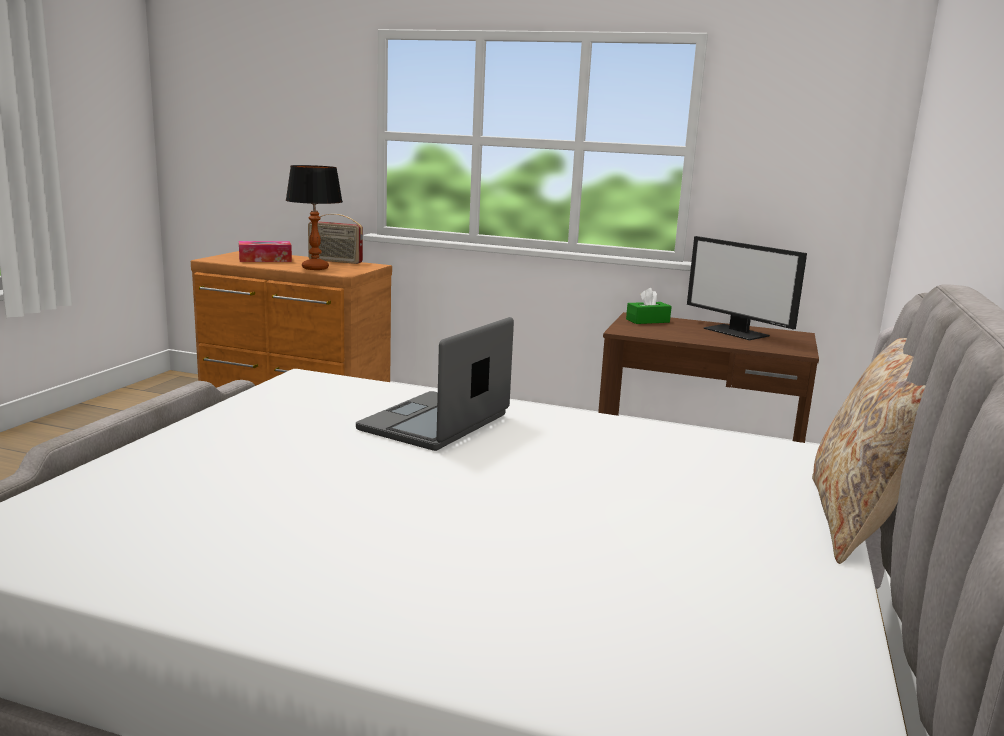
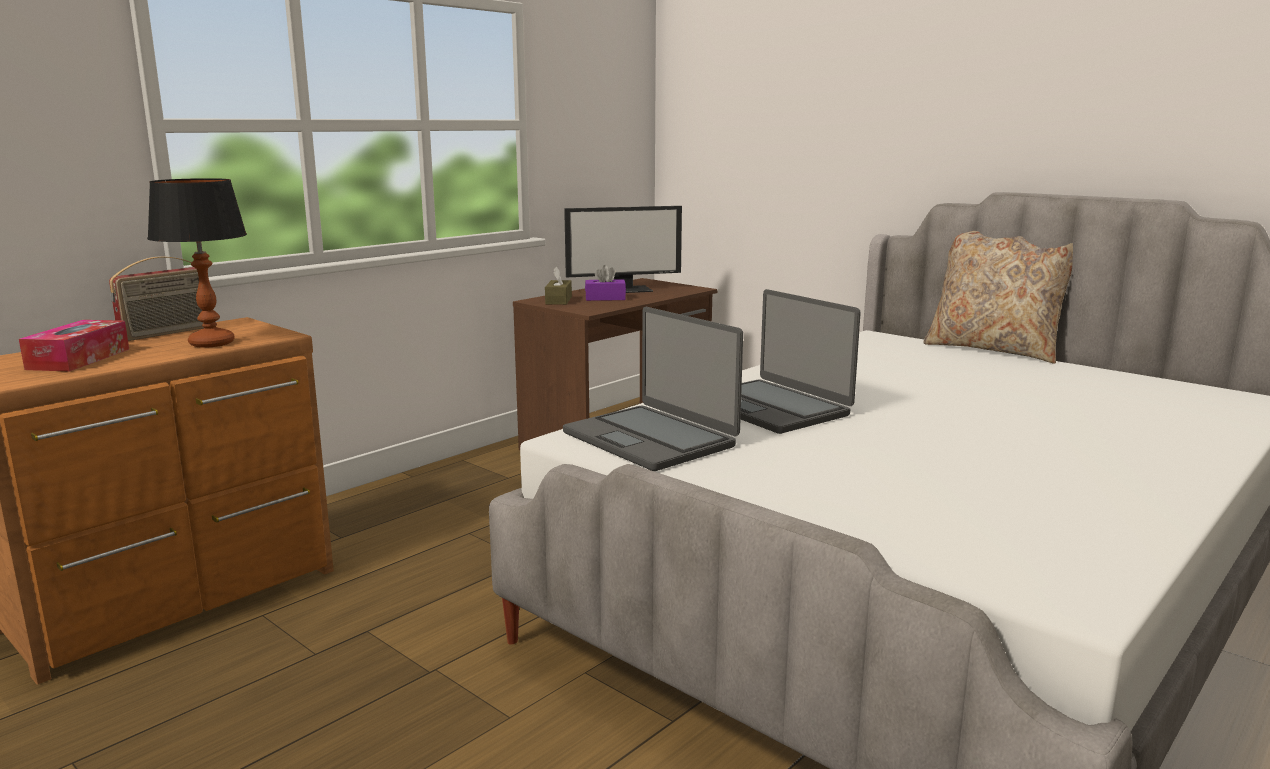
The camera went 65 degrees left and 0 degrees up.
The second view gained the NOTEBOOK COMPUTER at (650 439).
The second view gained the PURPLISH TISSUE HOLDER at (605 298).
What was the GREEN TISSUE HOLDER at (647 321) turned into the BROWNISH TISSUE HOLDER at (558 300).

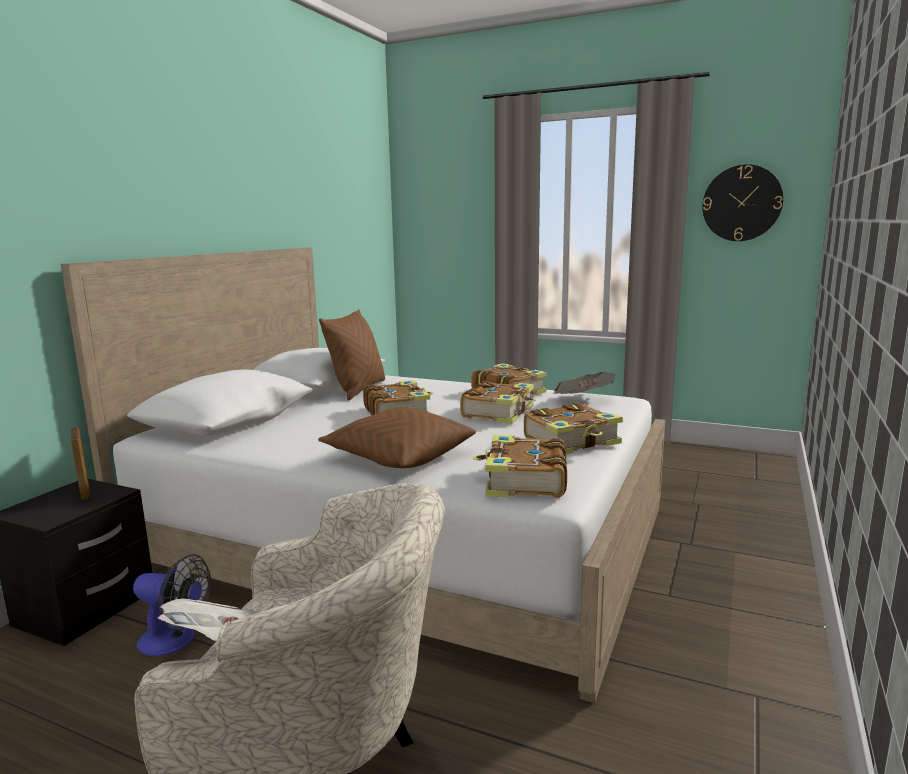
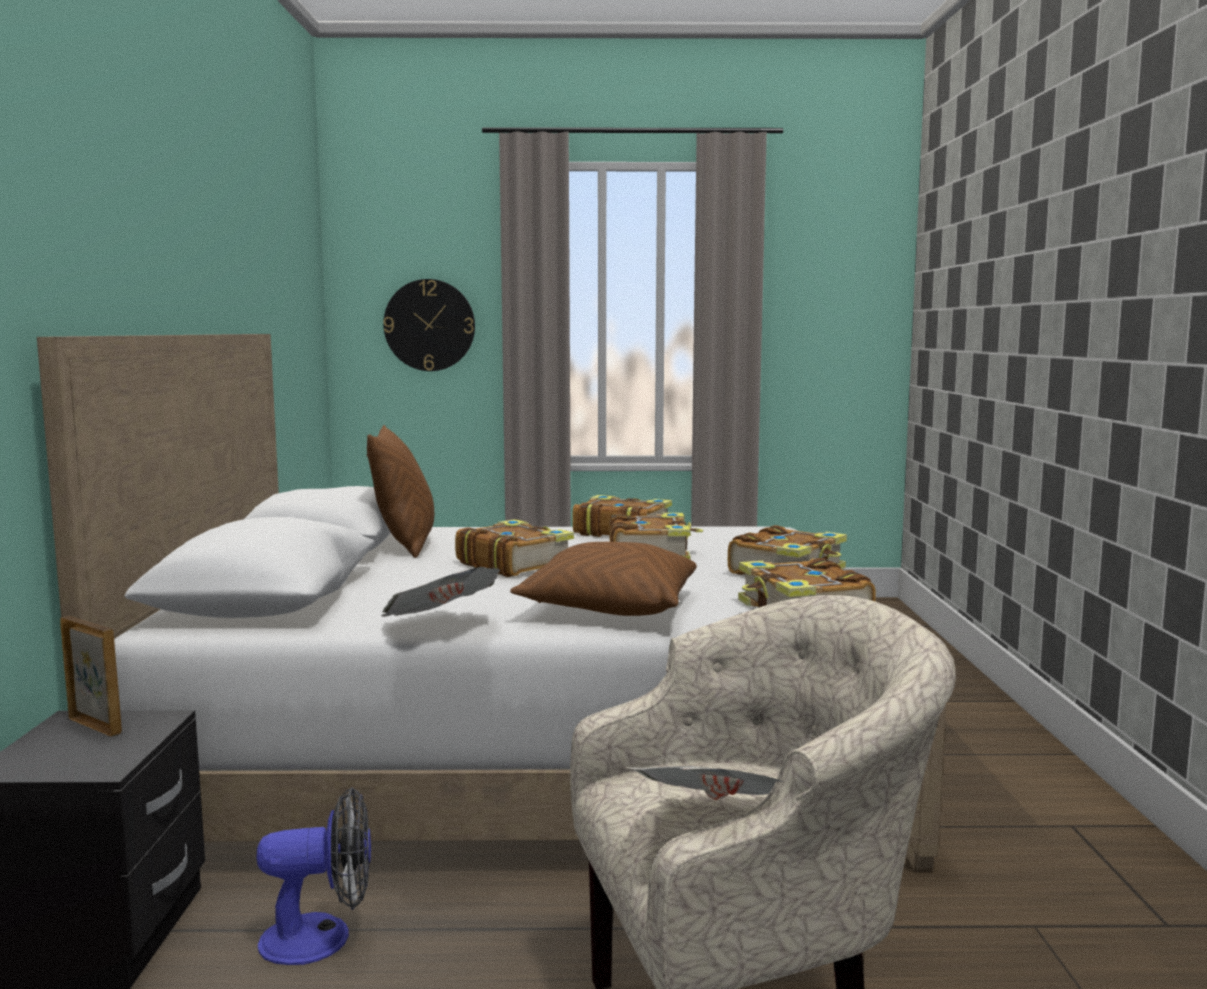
The camera went 25 degrees left and 5 degrees down.
The NEWSPAPER ended up elsewhere, having gone from (583 400) to (440 625).
The CLOCK ON THE WALL ended up elsewhere, having gone from (741 203) to (429 325).

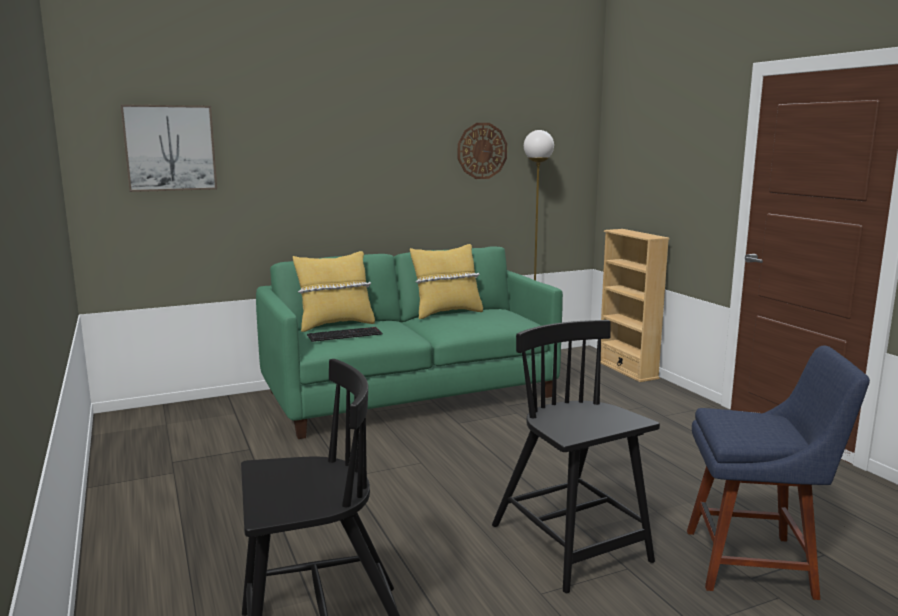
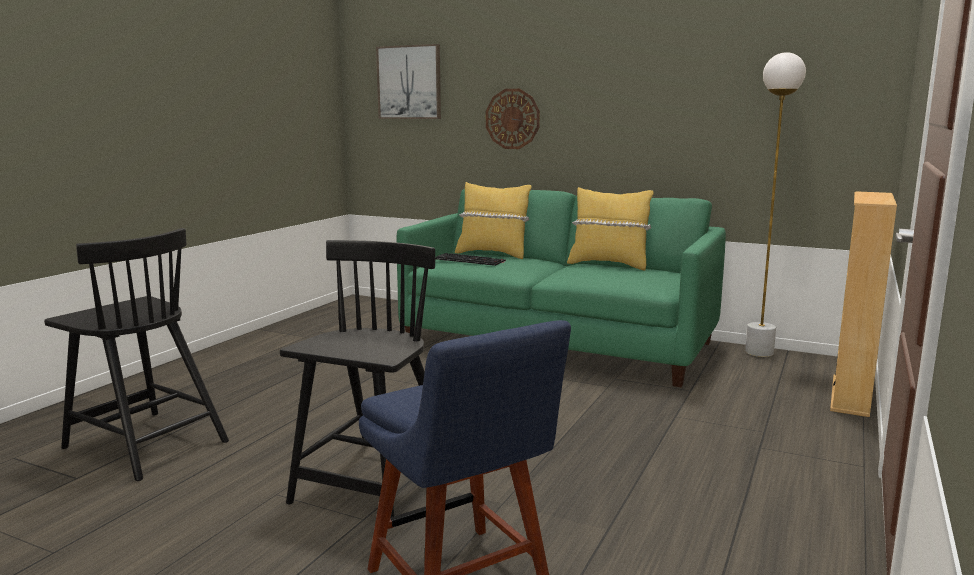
The camera went 50 degrees right and 0 degrees up.
The CLOCK ON THE WALL ended up elsewhere, having gone from (482 151) to (512 119).

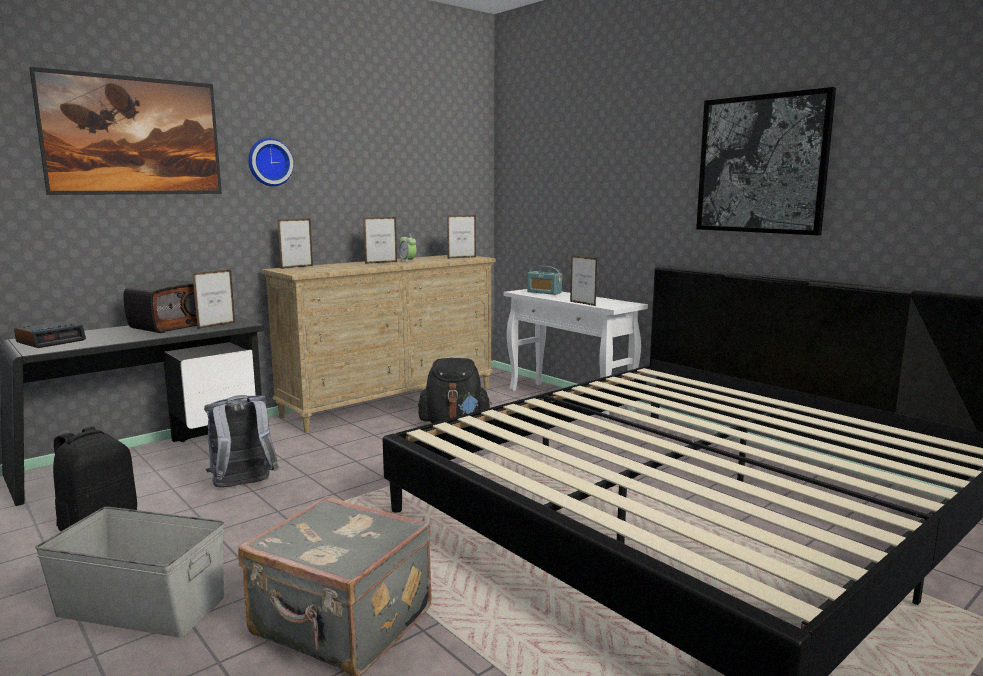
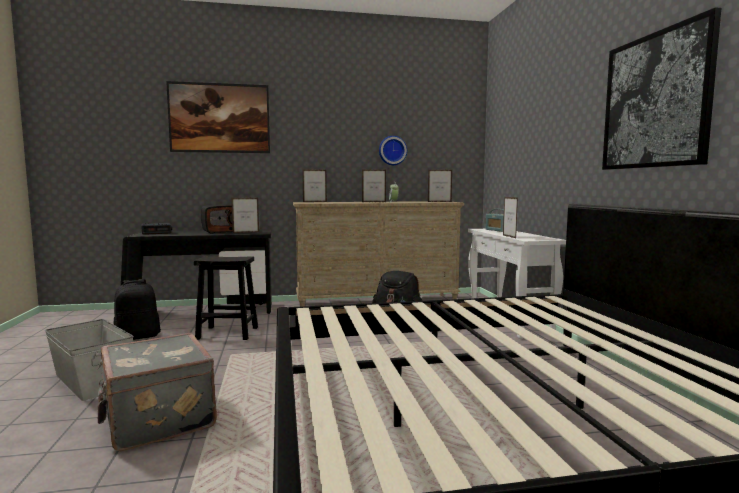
The camera went 30 degrees right and 5 degrees down.
The CLOCK ON THE WALL ended up elsewhere, having gone from (269 162) to (392 150).
Where the GREYISH RUCKSACK stood at (243 486), the BLACKISH SITTING STOOL came to stand at (226 333).

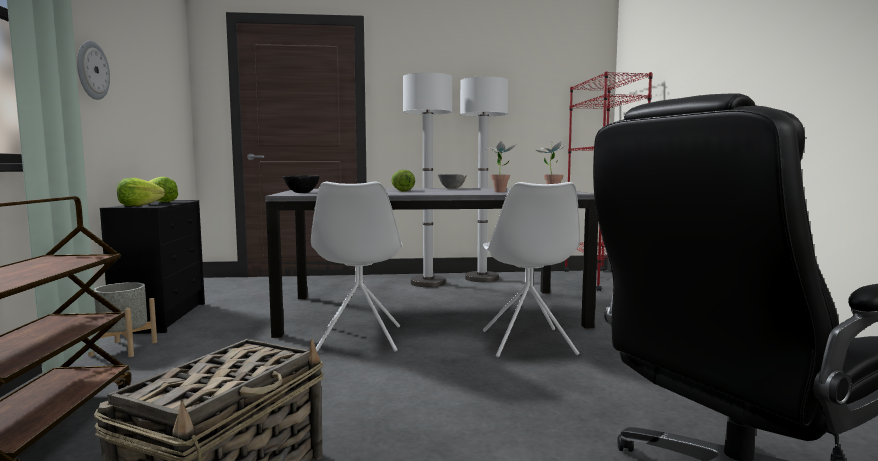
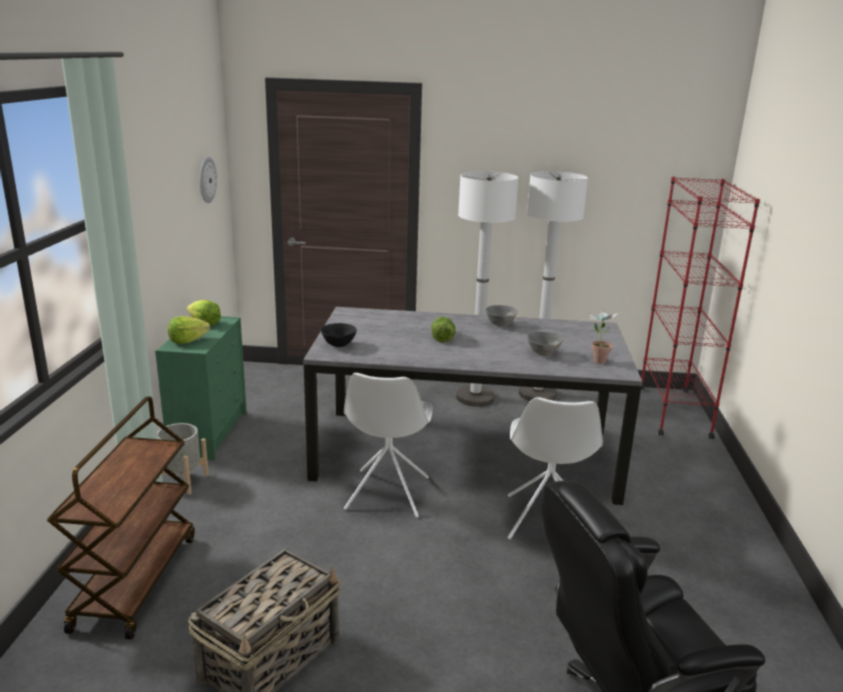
The camera went 10 degrees right and 15 degrees up.
The CLOCK ON THE WALL ended up elsewhere, having gone from (92 70) to (206 180).
Where the PLANT IN A POT stood at (500 191), the GREYISH DEEP DISH came to stand at (543 354).
What was the BLACKISH CHEST OF DRAWERS at (162 317) turned into the GREEN CHEST OF DRAWERS at (209 433).

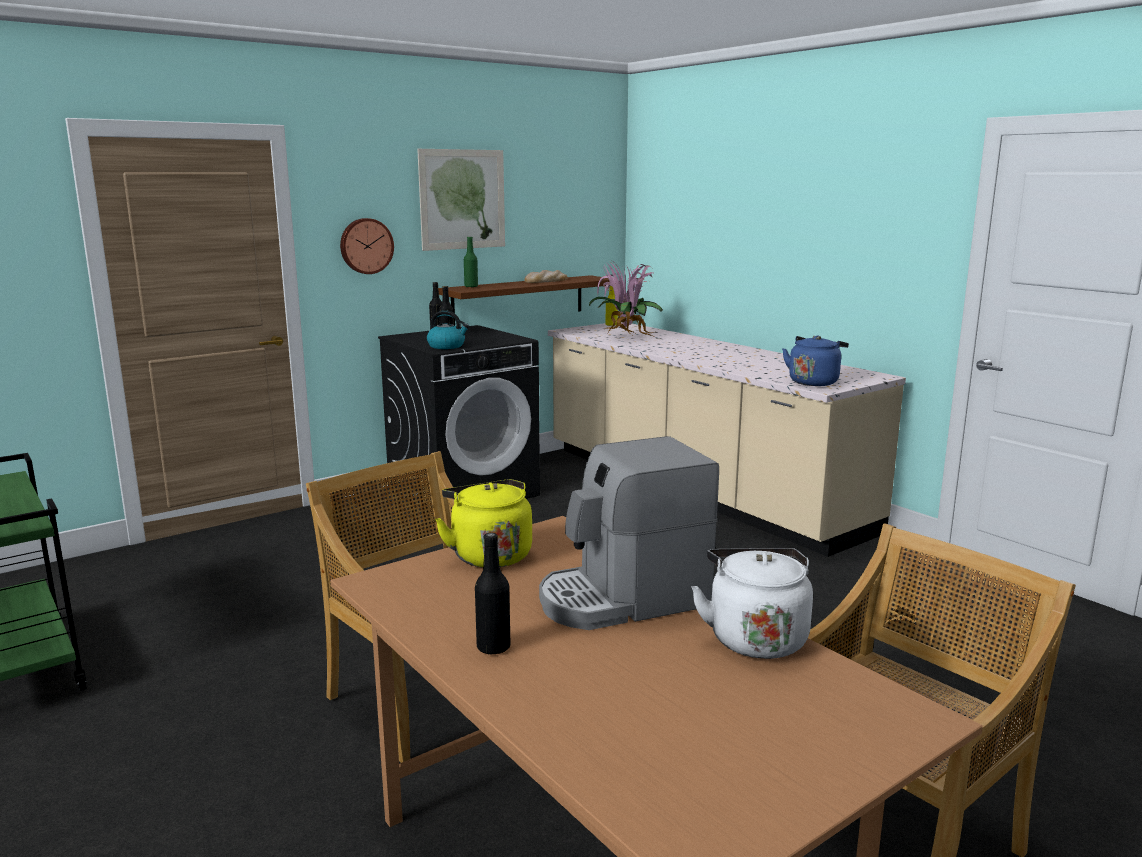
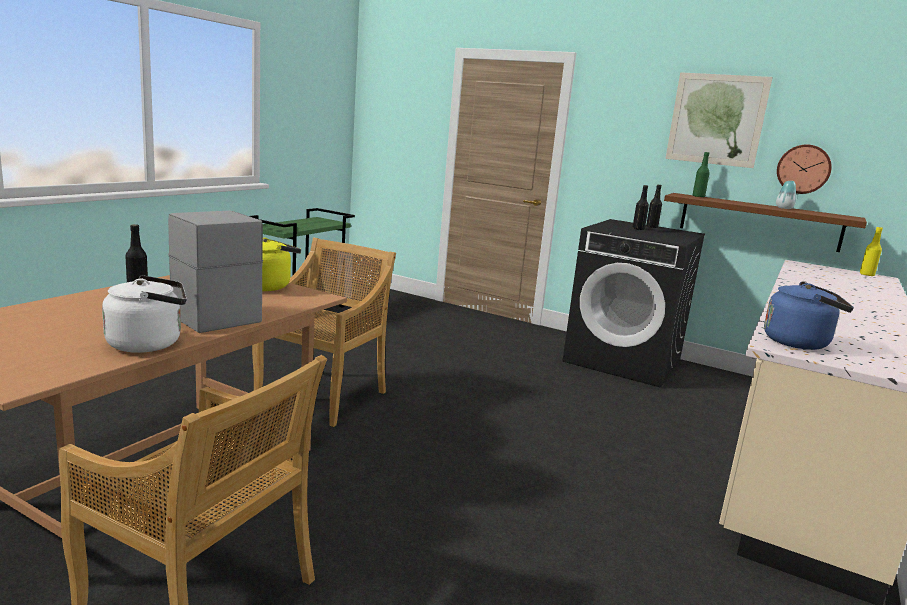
The camera went 65 degrees right and 0 degrees up.
The second view lost the KETTLE at (447 346).
The second view lost the PLANT IN A POT at (624 337).
The CLOCK ON THE WALL ended up elsewhere, having gone from (366 246) to (803 169).
Where the BREAD stood at (546 281), the VASE came to stand at (784 208).

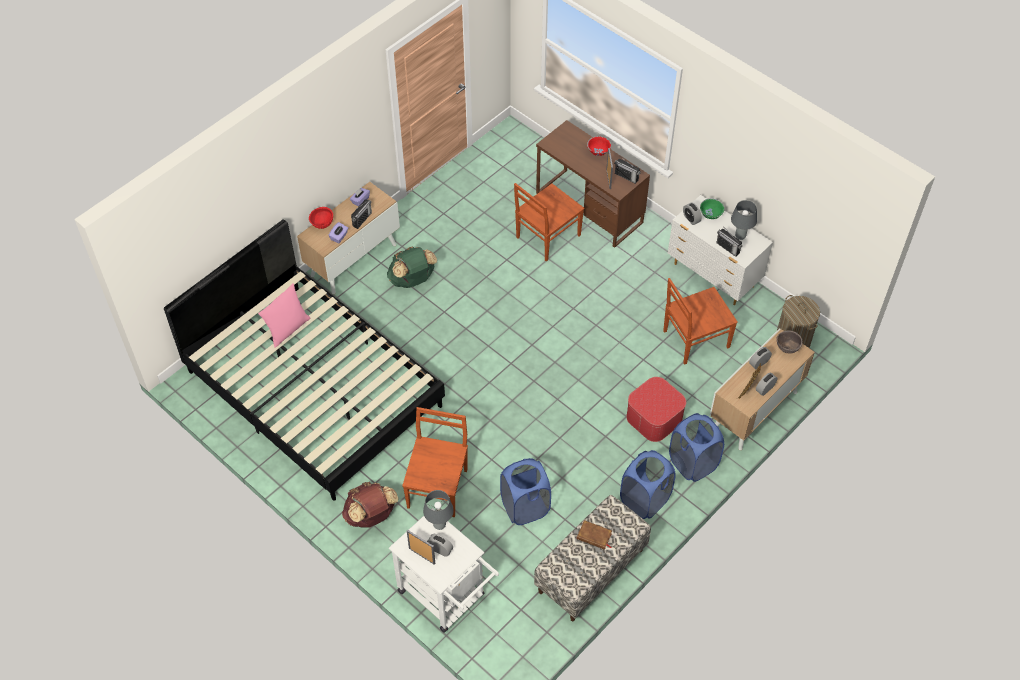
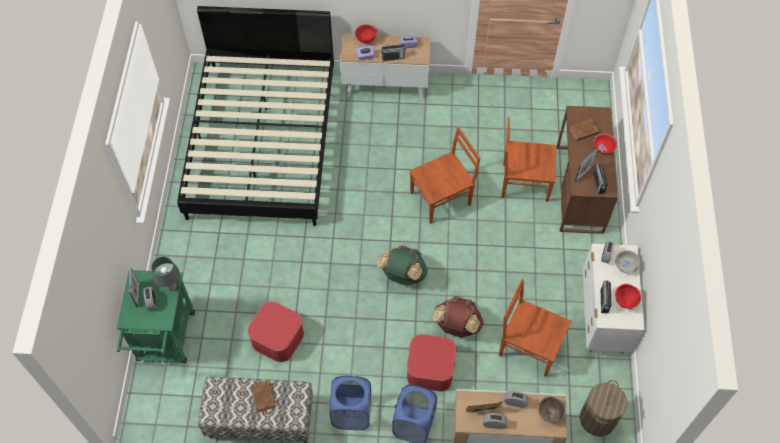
The camera went 50 degrees right and 5 degrees up.
The second view lost the PINK-COLOURED CUSHION at (287 329).
The second view gained the BROWNISH BOUND BOOK at (584 131).
The BROWNISH RUCKSACK ended up elsewhere, having gone from (371 516) to (456 326).
The GREEN RUCKSACK ended up elsewhere, having gone from (412 280) to (402 275).
The BROWNISH UPRIGHT CHAIR ended up elsewhere, having gone from (438 487) to (442 198).
Where the BLUISH HAMPER stood at (525 507), the POUFFE came to stand at (277 338).
Where the GREYISH TABLE LAMP stood at (740 236), the RED-COLOURED DEEP DISH came to stand at (625 302).
What was the WHITISH CART at (446 597) turned into the GREEN CART at (165 342).
What was the GREEN DEEP DISH at (710 214) turned into the WHITISH DEEP DISH at (625 266).

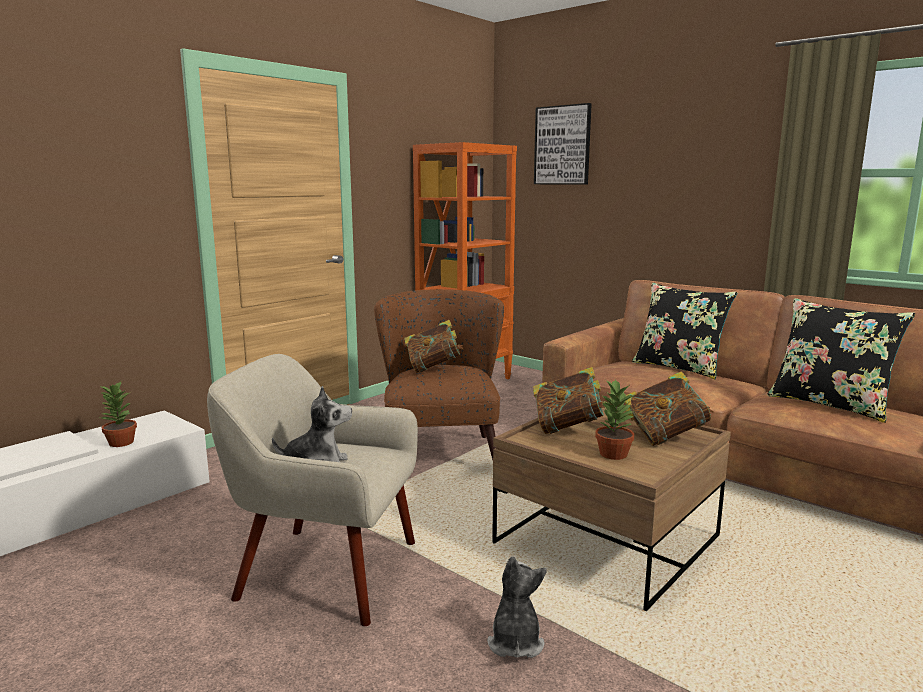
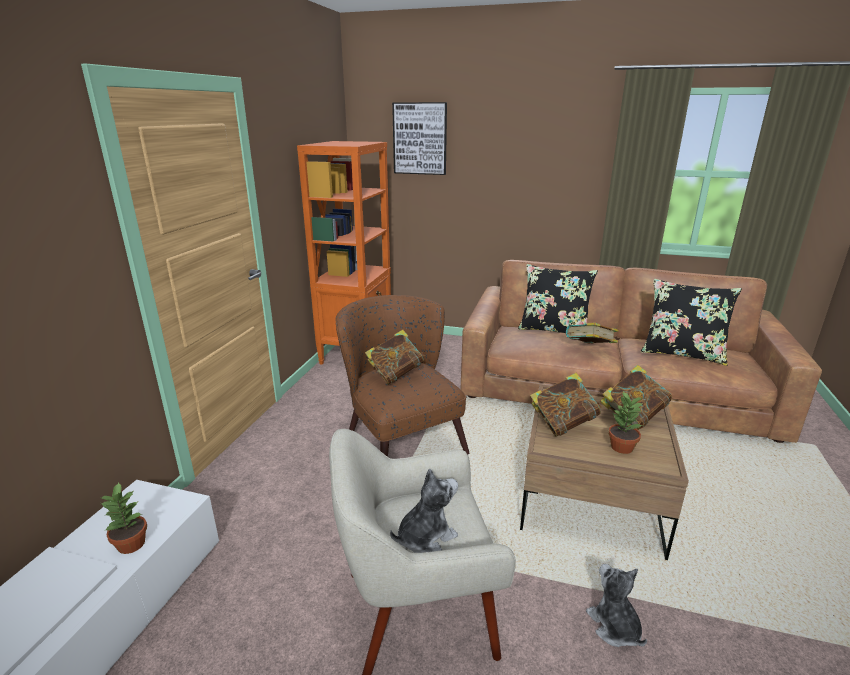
The camera went 25 degrees left and 10 degrees up.
The second view gained the BOUND BOOK at (589 349).

